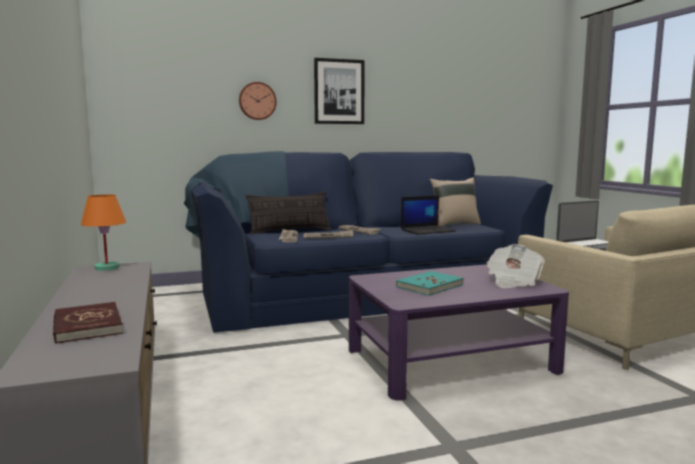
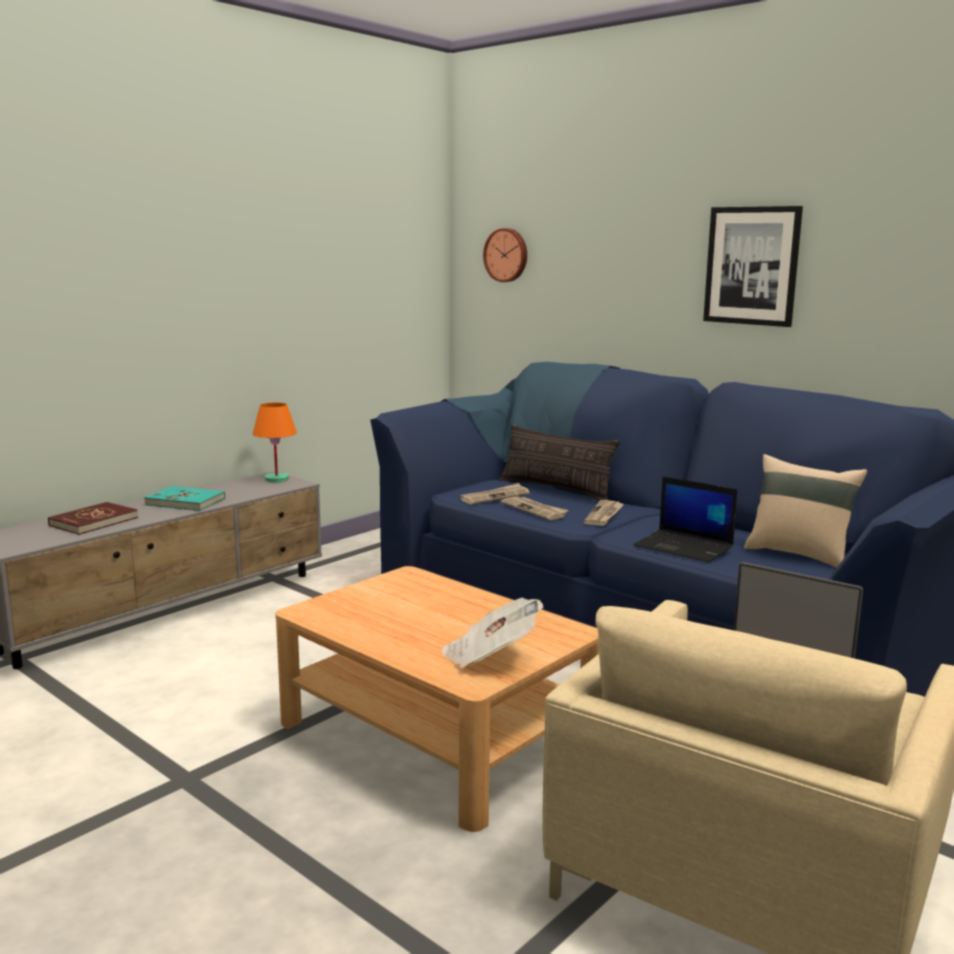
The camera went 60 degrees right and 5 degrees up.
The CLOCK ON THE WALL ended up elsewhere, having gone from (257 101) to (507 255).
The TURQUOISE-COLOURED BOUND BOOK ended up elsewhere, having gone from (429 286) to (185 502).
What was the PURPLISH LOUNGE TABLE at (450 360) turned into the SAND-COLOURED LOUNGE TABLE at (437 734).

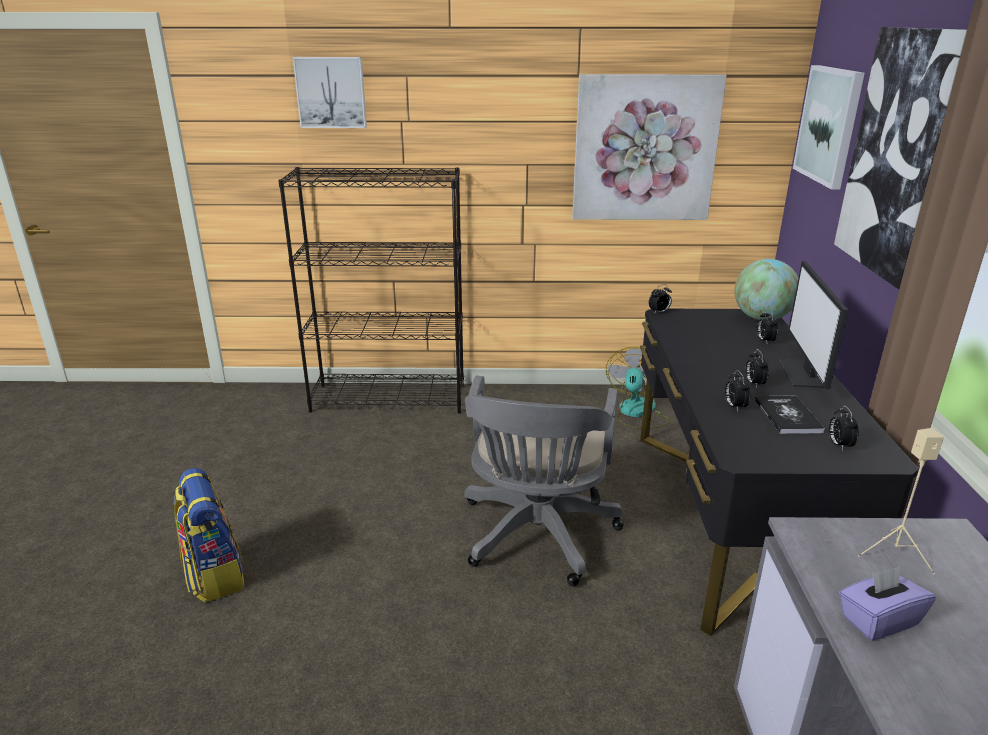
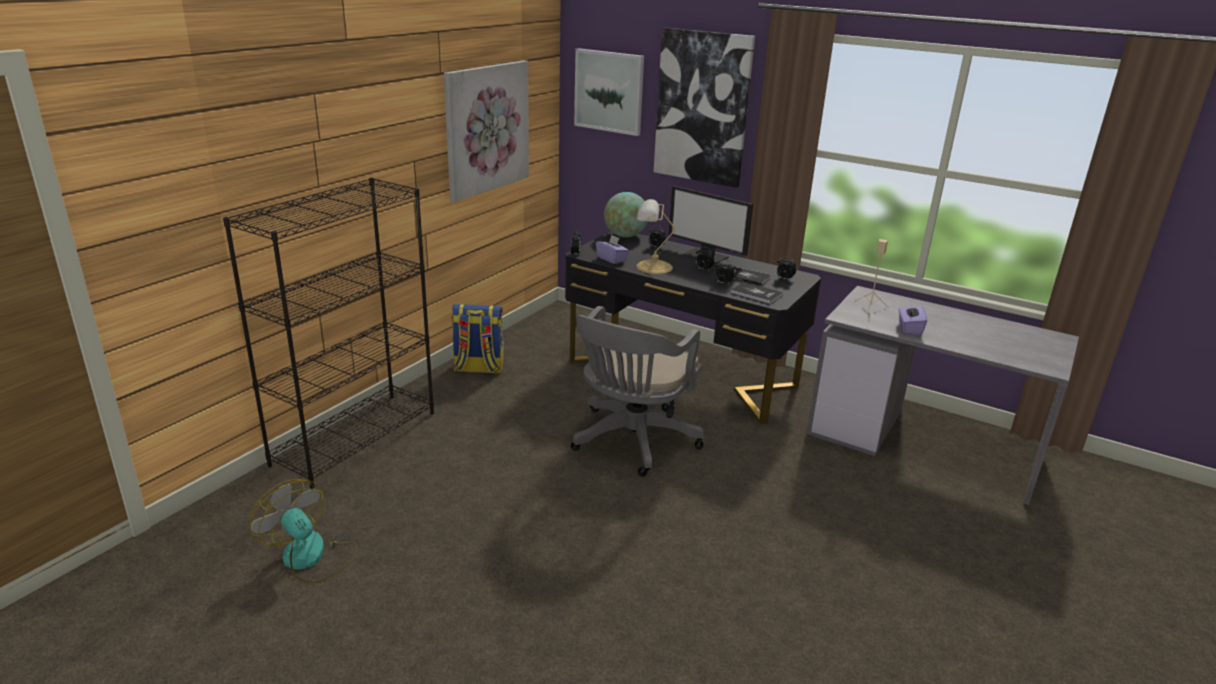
The camera went 60 degrees left and 0 degrees up.
The second view lost the WALL ART at (331 92).
The second view gained the PURPLISH TISSUE HOLDER at (611 259).
The second view gained the TABLE LAMP at (652 267).
The second view gained the BOUND BOOK at (756 294).
The RUCKSACK ended up elsewhere, having gone from (214 575) to (478 368).
The ELECTRIC FAN ended up elsewhere, having gone from (637 413) to (311 558).
The GREYISH COMPUTER CHAIR at (536 537) ended up facing another way, 75 degrees clockwise from before.

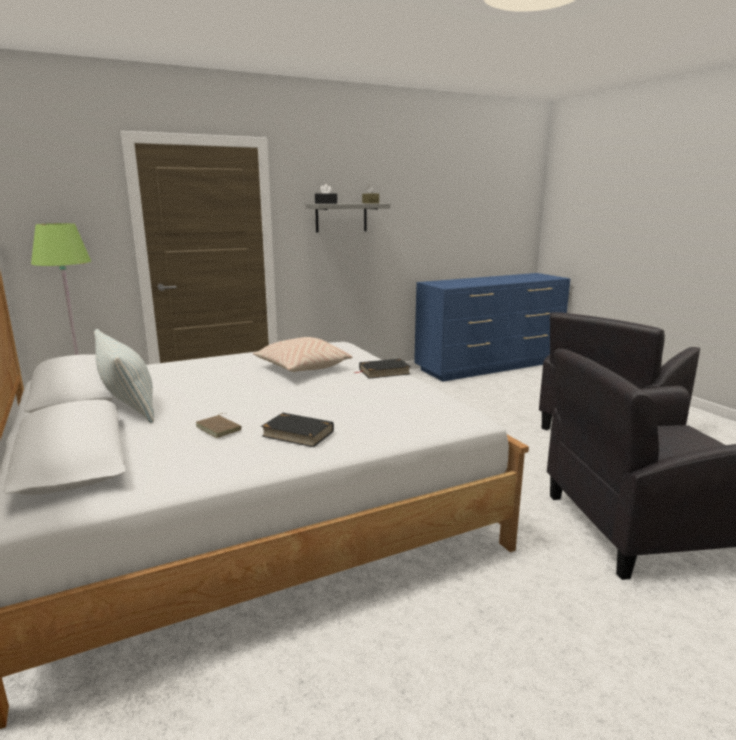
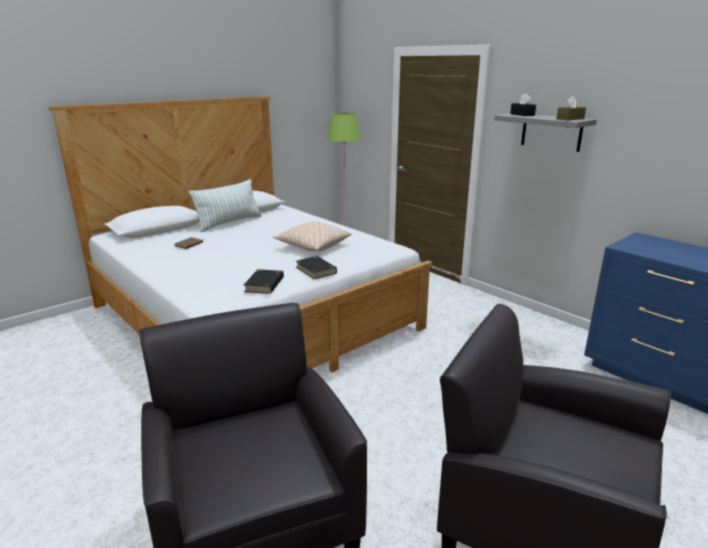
The camera went 75 degrees right and 5 degrees up.
The BLACKISH BOUND BOOK ended up elsewhere, having gone from (297 433) to (264 284).

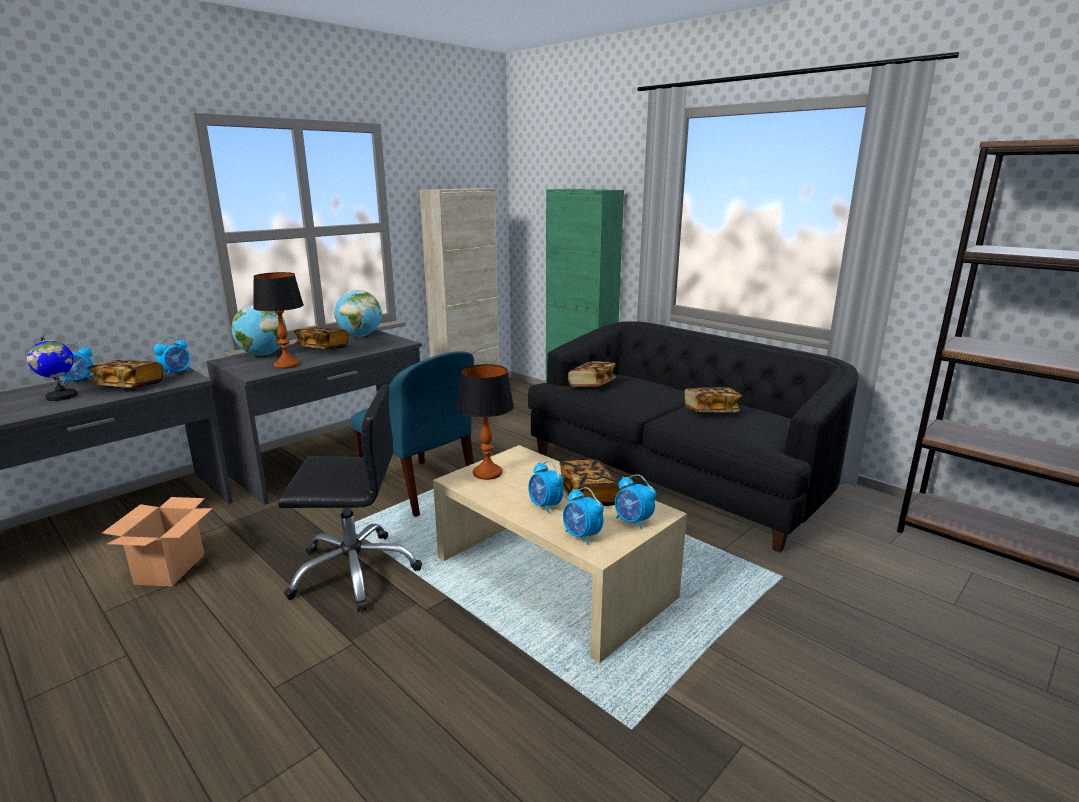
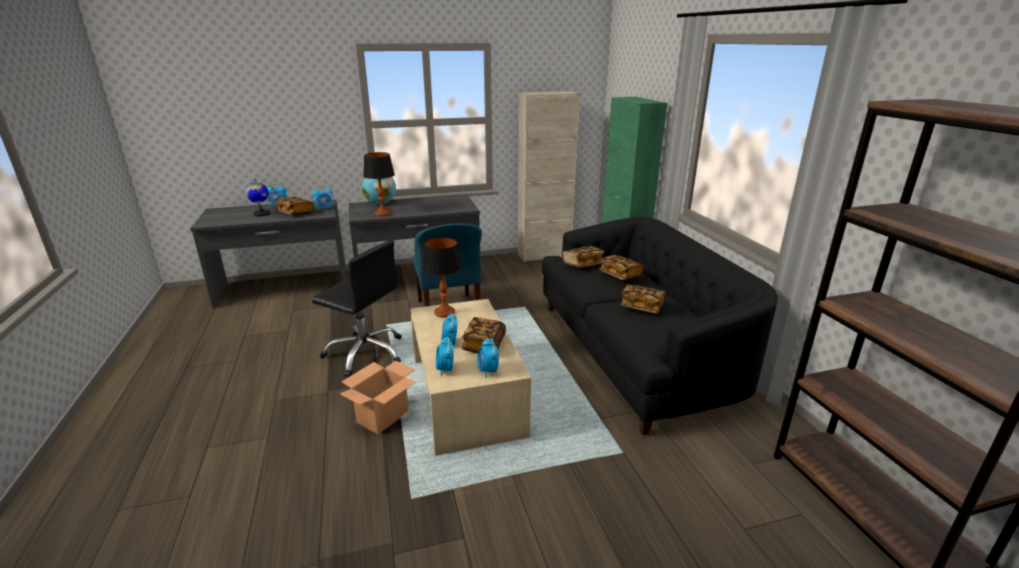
The camera went 30 degrees right and 5 degrees up.
The second view lost the GLOBE at (360 335).
The PACKING BOX ended up elsewhere, having gone from (170 568) to (383 416).
The BOUND BOOK ended up elsewhere, having gone from (322 348) to (620 275).

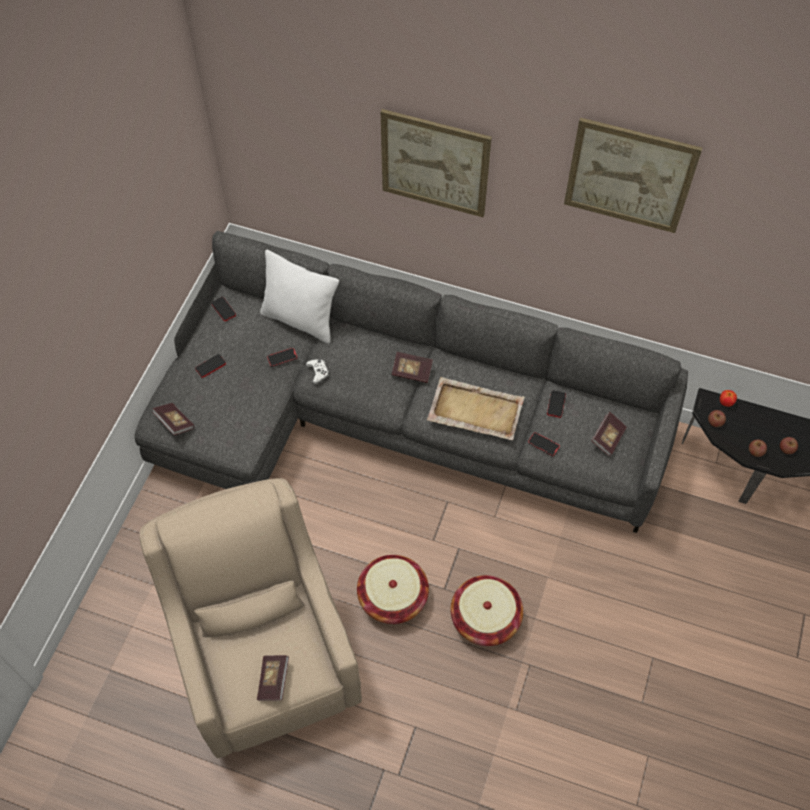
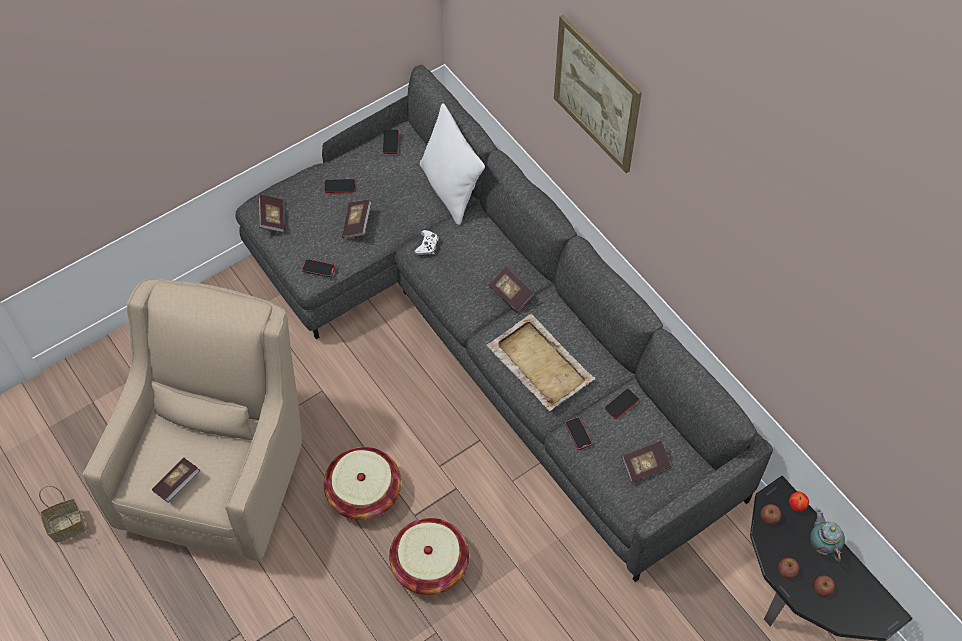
The camera went 35 degrees right and 0 degrees up.
The second view lost the WALL ART at (629 175).
The second view gained the STORAGE BASKET at (66 527).
The second view gained the BOUND BOOK at (357 224).
The second view gained the POT FOR TEA at (822 544).
The PHONE ended up elsewhere, having gone from (282 358) to (318 269).

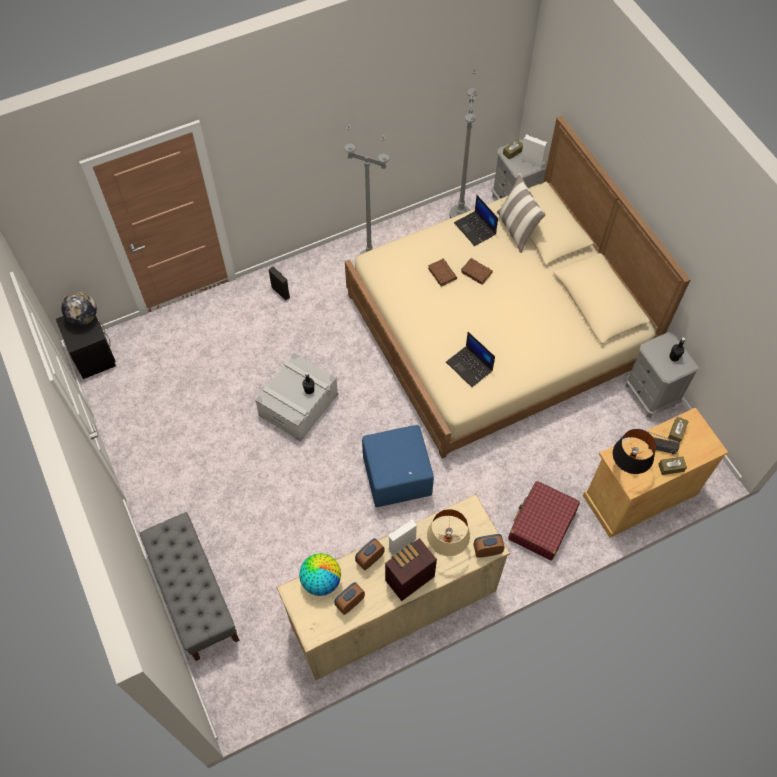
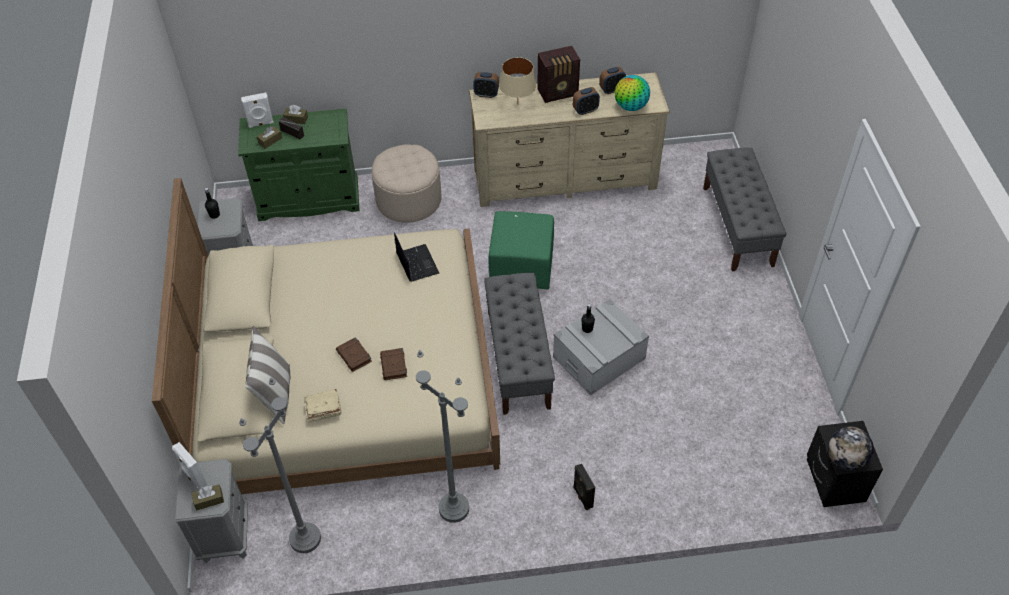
The camera went 160 degrees left and 10 degrees down.
The second view lost the BLACKISH TABLE LAMP at (627 466).
The second view gained the GREYISH INDOOR BENCH at (518 358).
The WHITISH AUDIO SPEAKER ended up elsewhere, having gone from (401 543) to (261 124).
Where the NOTEBOOK COMPUTER stood at (475 229), the SAND-COLOURED BOUND BOOK came to stand at (323 409).
Where the RED-COLOURED PIECE OF LUGGAGE stood at (542 524), the SAND-COLOURED POUFFE came to stand at (408 200).
What was the BLUISH POUFFE at (397 477) turned into the GREEN POUFFE at (521 267).
What was the SAND-COLOURED CUPBOARD at (640 494) turned into the GREEN CUPBOARD at (308 199).

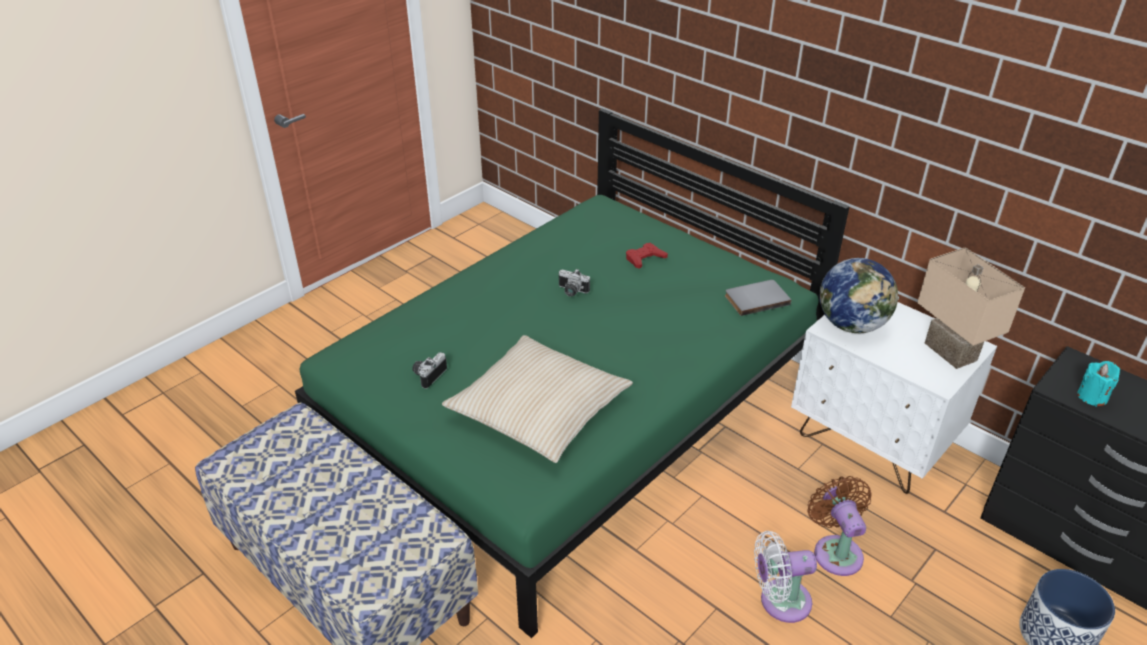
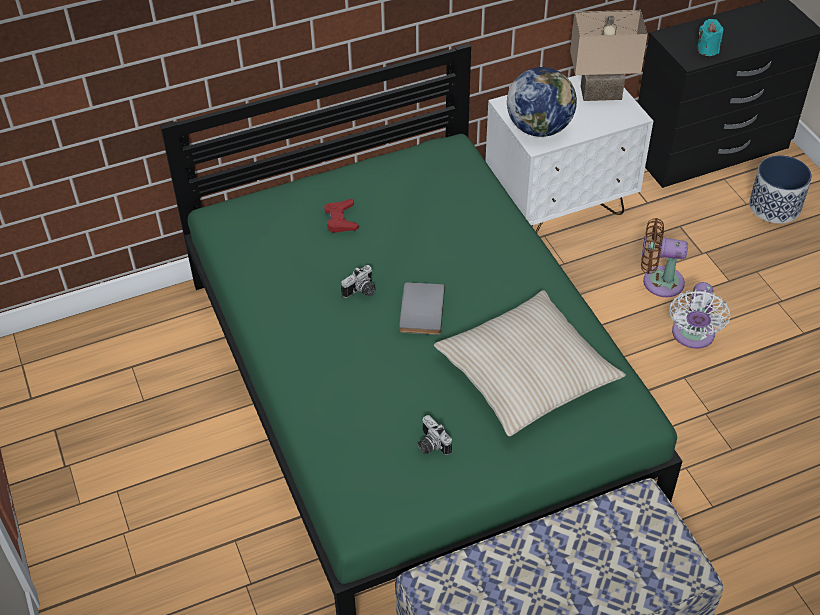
The camera went 65 degrees left and 10 degrees up.
The GREYISH BOUND BOOK ended up elsewhere, having gone from (756 298) to (419 310).

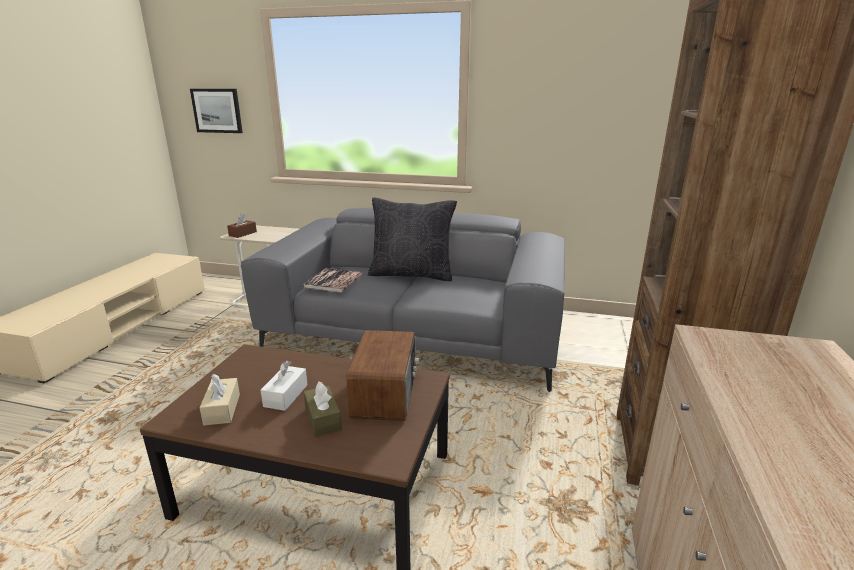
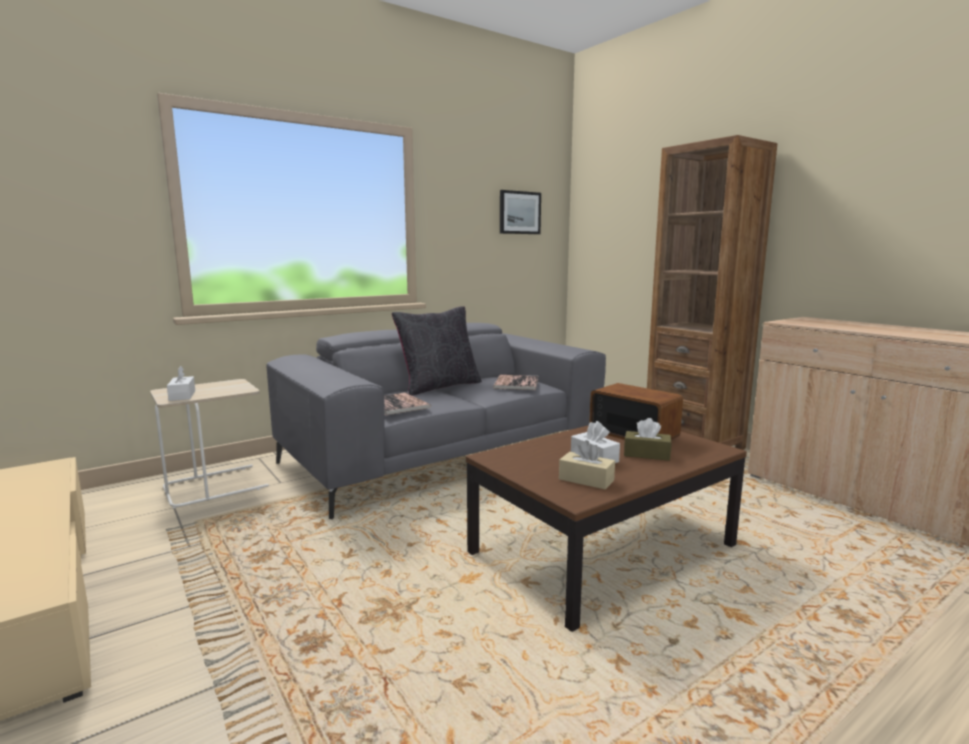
The camera went 50 degrees left and 10 degrees down.
The second view gained the BOUND BOOK at (516 383).
The WALL ART ended up elsewhere, having gone from (217 110) to (519 212).
What was the BROWNISH TISSUE HOLDER at (243 234) turned into the WHITISH TISSUE HOLDER at (182 395).

